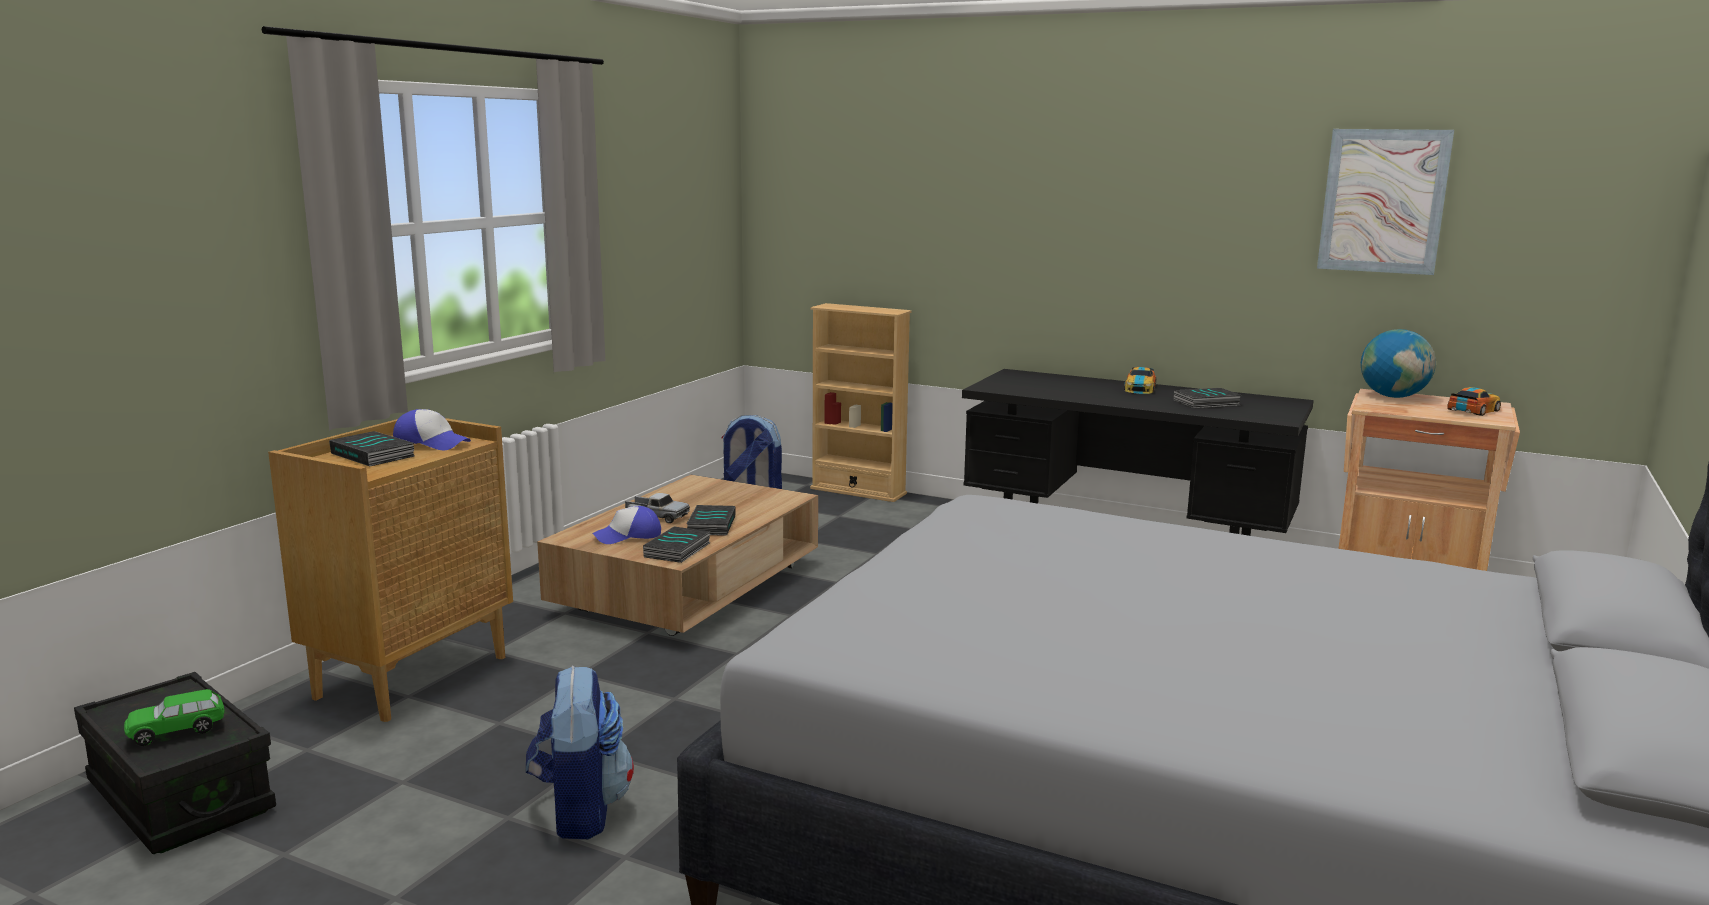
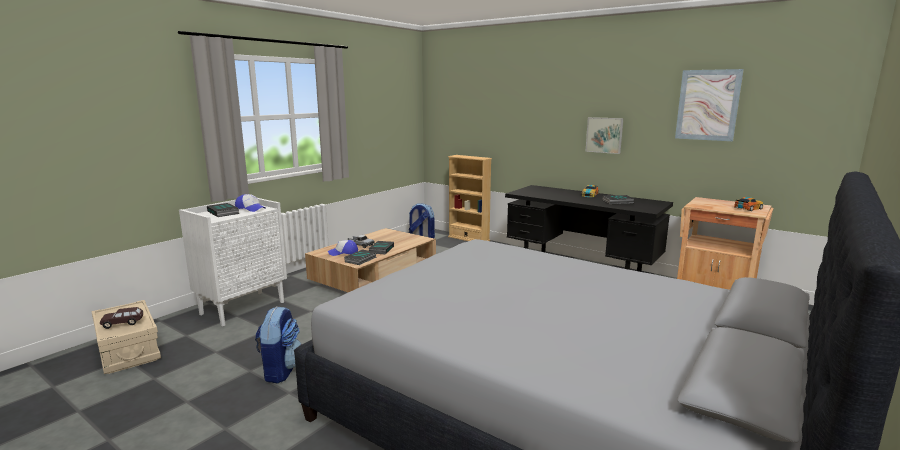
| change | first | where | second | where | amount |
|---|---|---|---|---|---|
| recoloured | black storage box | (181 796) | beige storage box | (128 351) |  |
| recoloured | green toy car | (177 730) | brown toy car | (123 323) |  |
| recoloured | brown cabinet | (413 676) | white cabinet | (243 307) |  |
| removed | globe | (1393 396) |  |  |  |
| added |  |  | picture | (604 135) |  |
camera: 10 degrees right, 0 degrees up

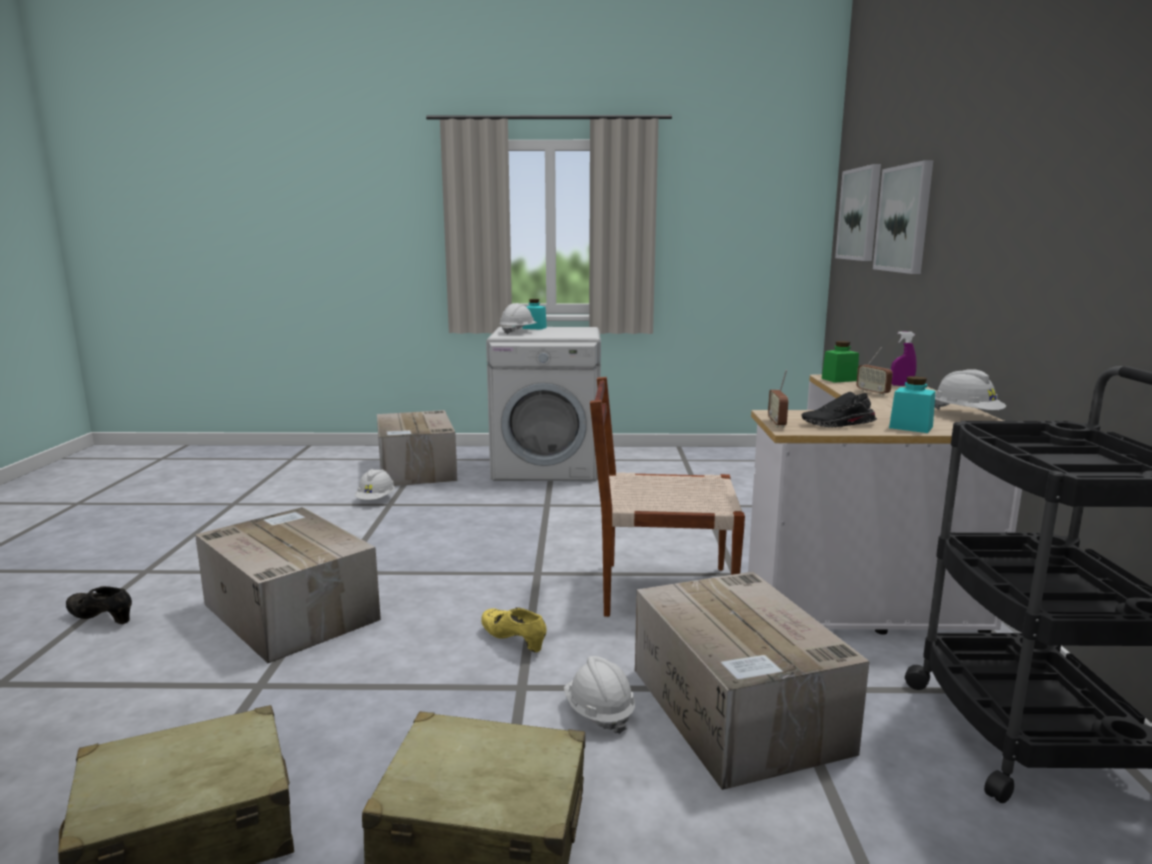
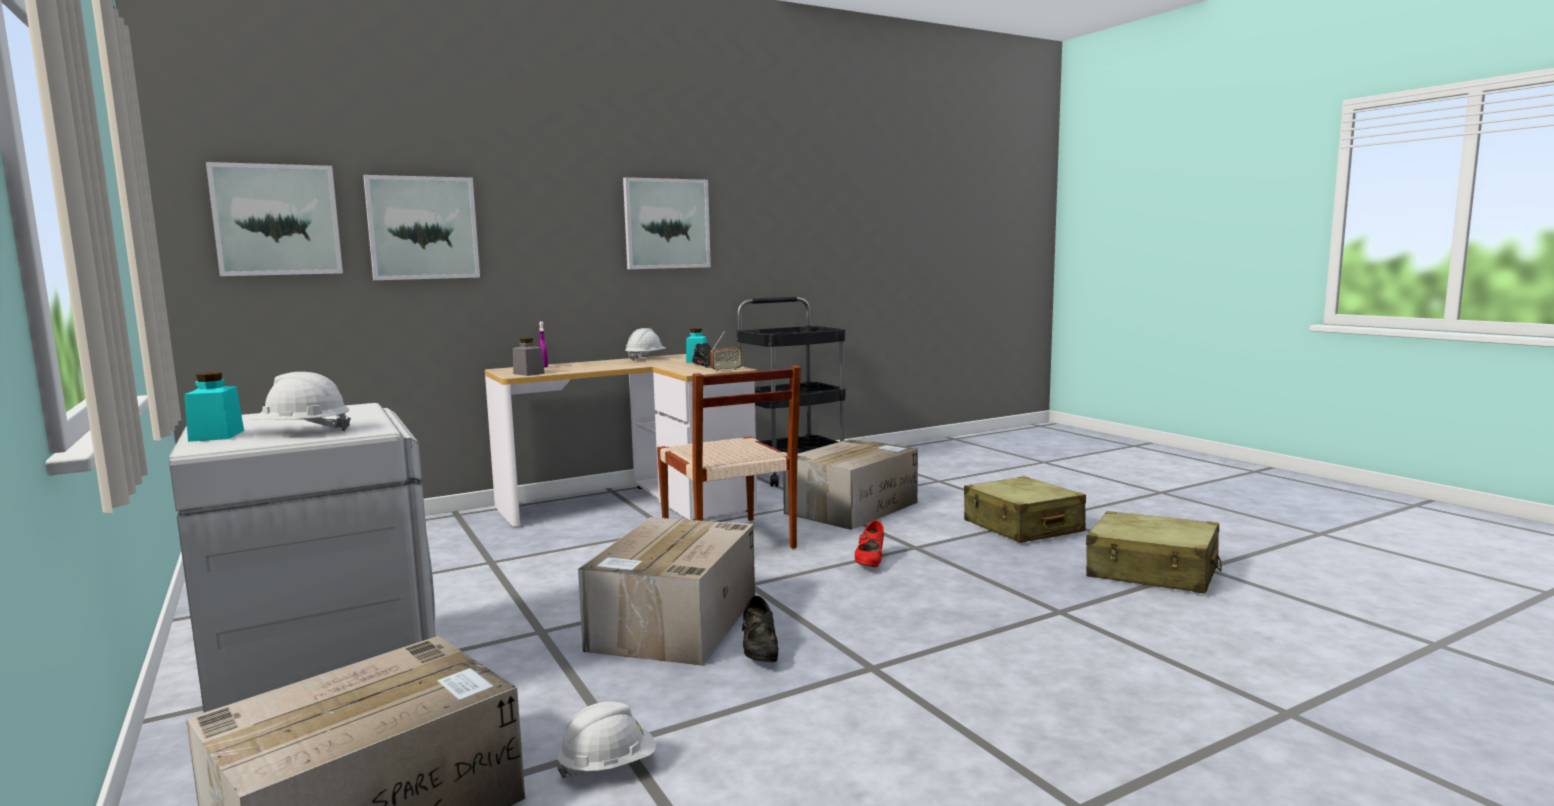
| change | first | where | second | where | amount |
|---|---|---|---|---|---|
| moved | black shoe | (102 618) |  | (759 653) |  |
| moved | cardboard box | (289 611) |  | (674 623) |  |
| recoloured | yellow shoe | (514 641) | red shoe | (870 562) |  |
| removed | white hard hat | (599 713) |  |  |  |
| recoloured | green jar | (839 379) | grey jar | (528 373) |  |
| removed | radio | (873 393) |  |  |  |
| added |  |  | picture | (666 224) |  |
camera: 120 degrees left, 5 degrees down

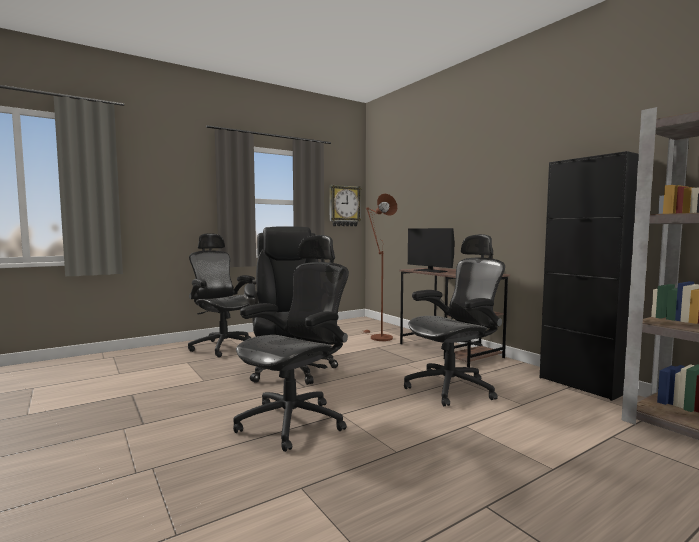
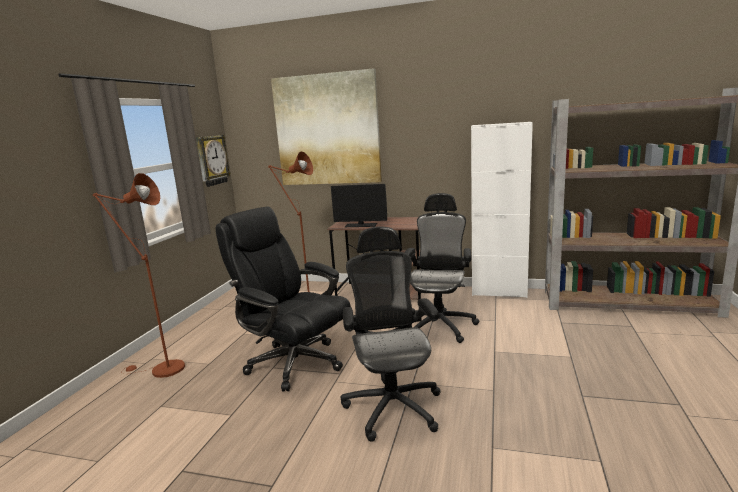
| change | first | where | second | where | amount |
|---|---|---|---|---|---|
| replaced | office chair | (223 346) | brown floor lamp | (162 370) |  |
| recoloured | black cabinet | (581 385) | white cabinet | (499 292) |  |
| added |  |  | picture | (327 130) |  |
camera: 40 degrees left, 10 degrees up

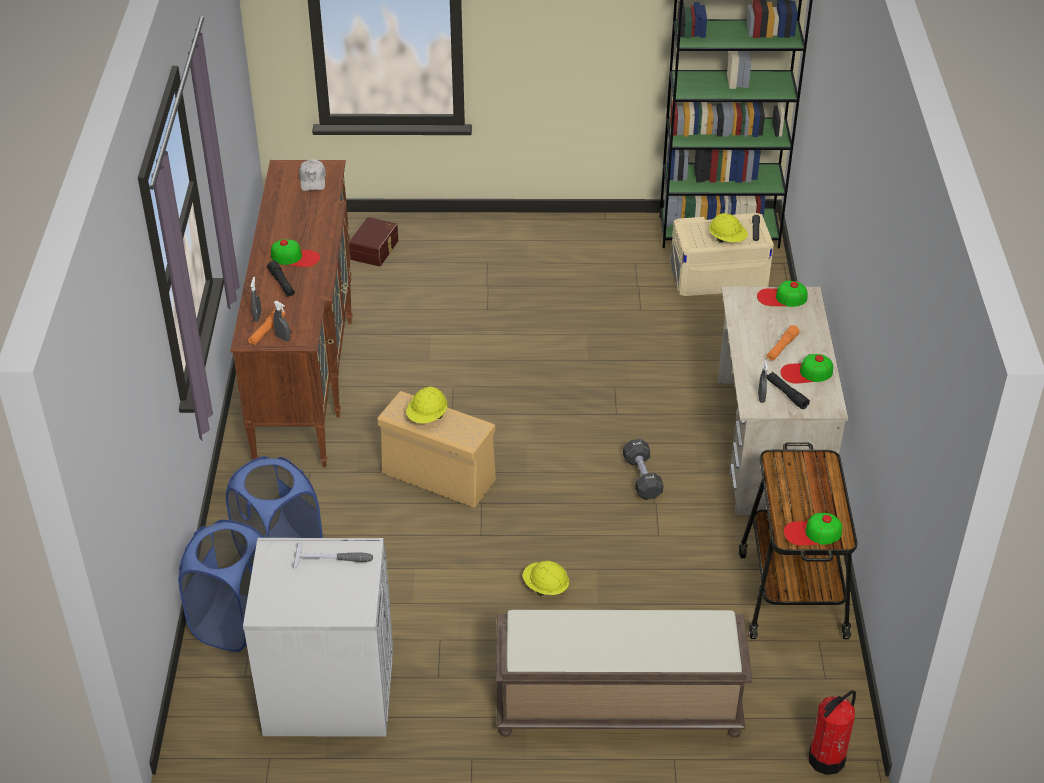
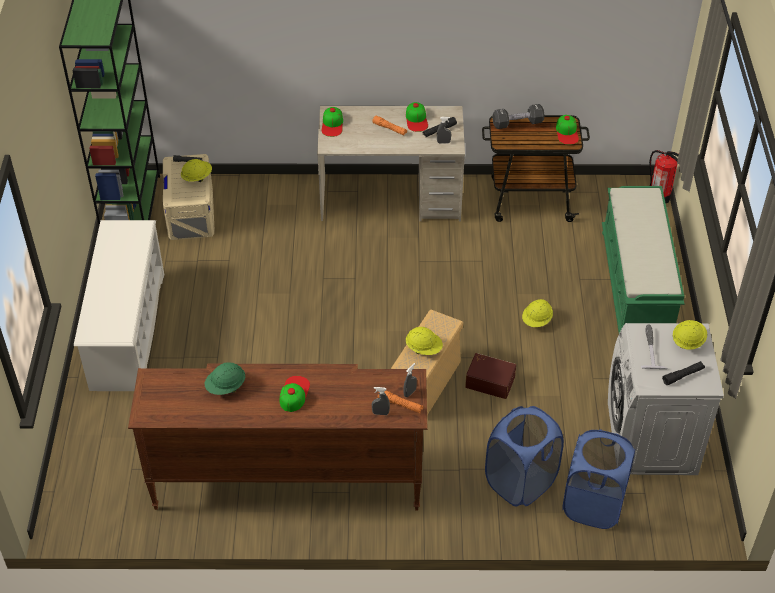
| change | first | where | second | where | amount |
|---|---|---|---|---|---|
| moved | black flashlight | (282 283) |  | (683 376) |  |
| removed | white cap | (313 180) |  |  |  |
| moved | brown storage box | (375 250) |  | (490 381) |  |
| recoloured | brown bench | (617 707) | green bench | (637 287) |  |
| moved | black dumbbell | (642 478) |  | (517 123) |  |
| added |  |  | white shoe rack | (127 331) |  |
| added |  |  | green hard hat | (226 387) |  |
| added |  |  | yellow hard hat | (687 341) |  |
camera: 90 degrees left, 5 degrees up

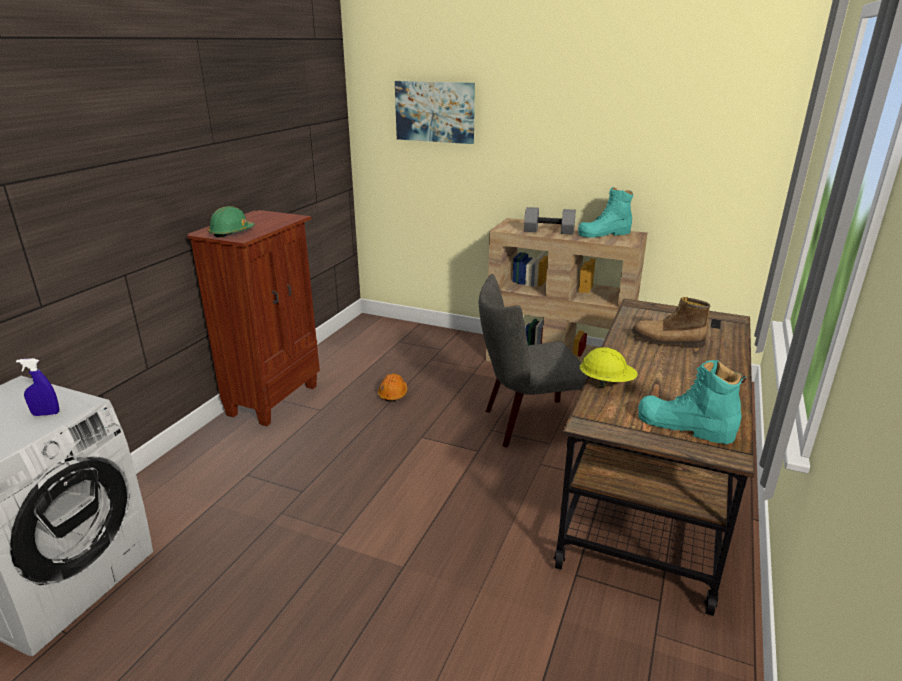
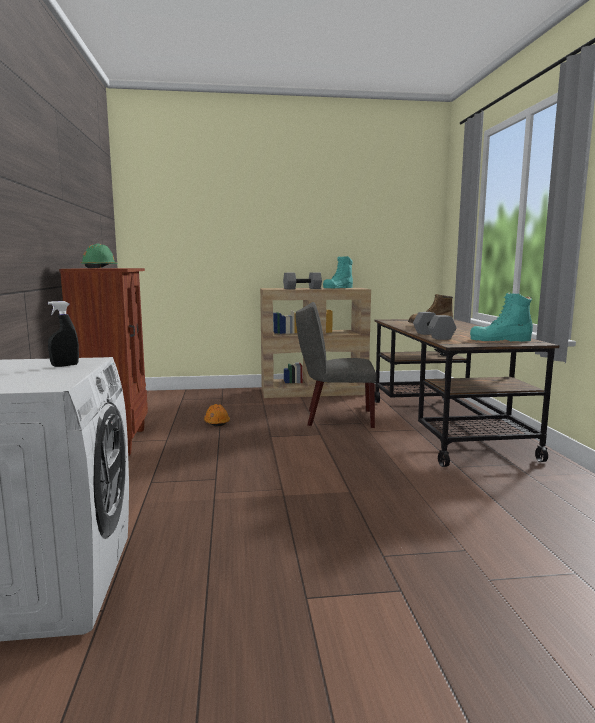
| change | first | where | second | where | amount |
|---|---|---|---|---|---|
| recoloured | blue spray bottle | (46 414) | black spray bottle | (65 365) |  |
| removed | picture | (435 111) |  |  |  |
| turned | grey chair | (526 424) |  | (334 418) | 45 degrees clockwise |
| replaced | yellow hard hat | (606 383) | grey dumbbell | (432 336) |  |
camera: 30 degrees left, 15 degrees down

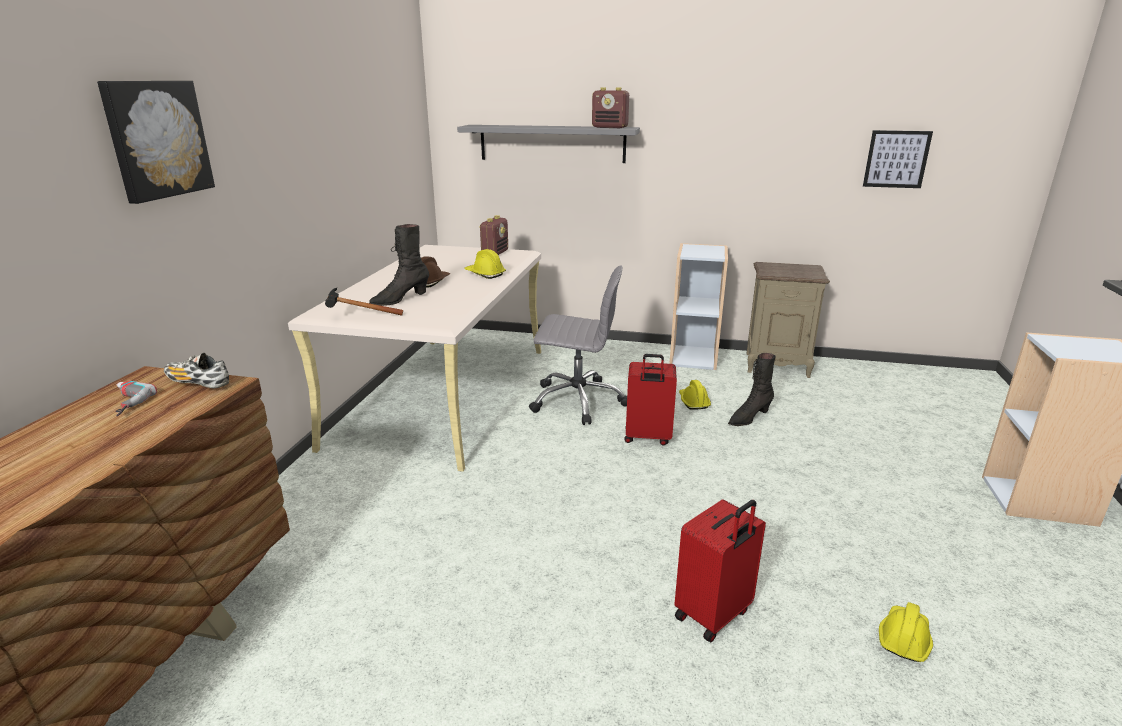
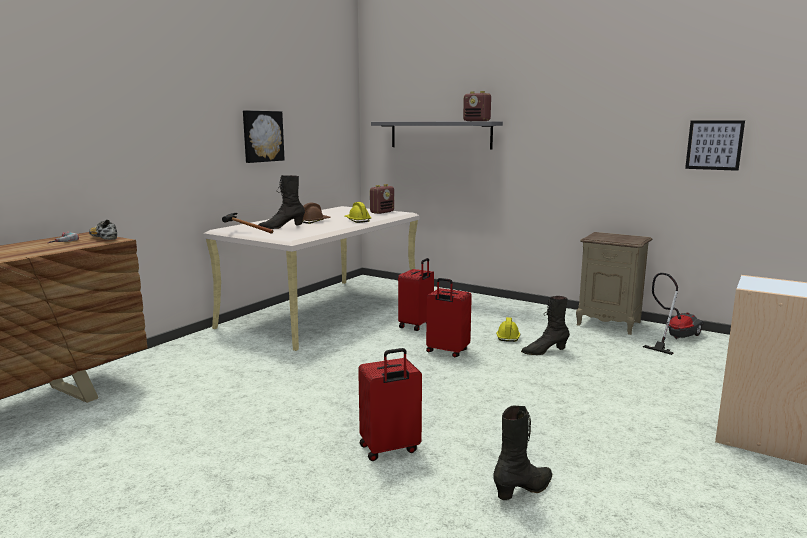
| change | first | where | second | where | amount |
|---|---|---|---|---|---|
| moved | picture | (157 139) |  | (262 136) |  |
| replaced | grey office chair | (578 401) | red suitcase | (416 325) |  |
| removed | bookcase | (694 357) |  |  |  |
| replaced | yellow hard hat | (904 638) | black boot | (524 490) |  |
| added |  |  | vacuum cleaner | (673 338) |  |
camera: 20 degrees right, 10 degrees down

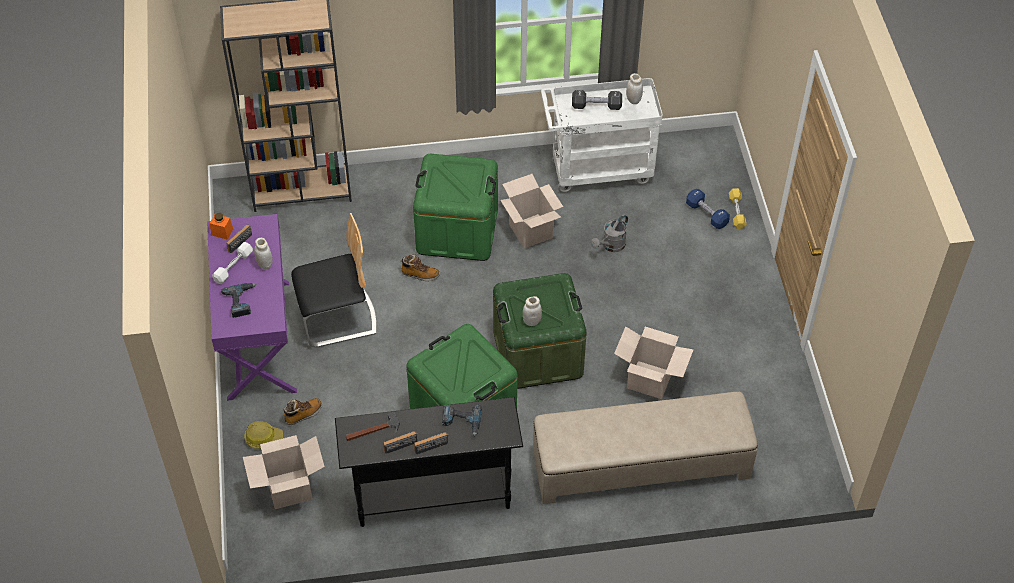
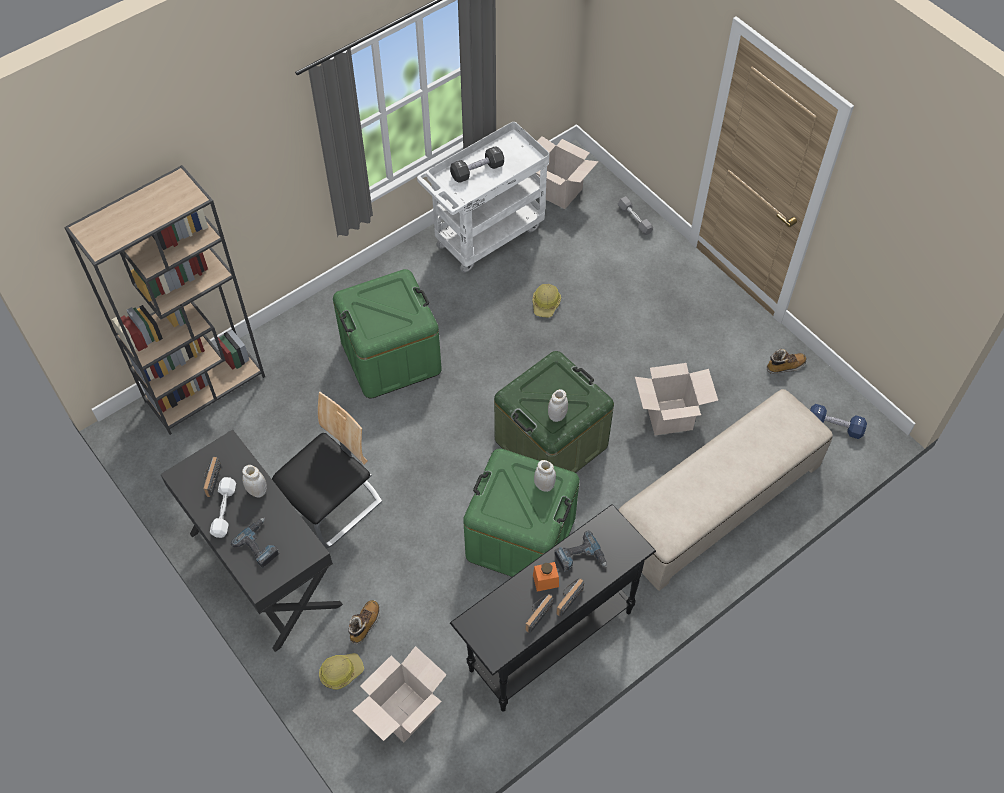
| change | first | where | second | where | amount |
|---|---|---|---|---|---|
| recoloured | purple desk | (257 339) | black desk | (263 569) |  |
| moved | orange jar | (222 232) |  | (545 581) |  |
| removed | hammer | (372 431) |  |  |  |
| moved | boot | (420 274) |  | (785 366) |  |
| moved | cardboard box | (531 231) |  | (559 191) |  |
| replaced | grey watering can | (611 246) | hard hat | (546 304) |  |
| moved | white jar | (633 100) |  | (544 485) |  |
| moved | blue dumbbell | (706 214) |  | (834 426) |  |
| recoloured | yellow dumbbell | (736 212) | grey dumbbell | (634 219) |  |
camera: 30 degrees left, 5 degrees up

